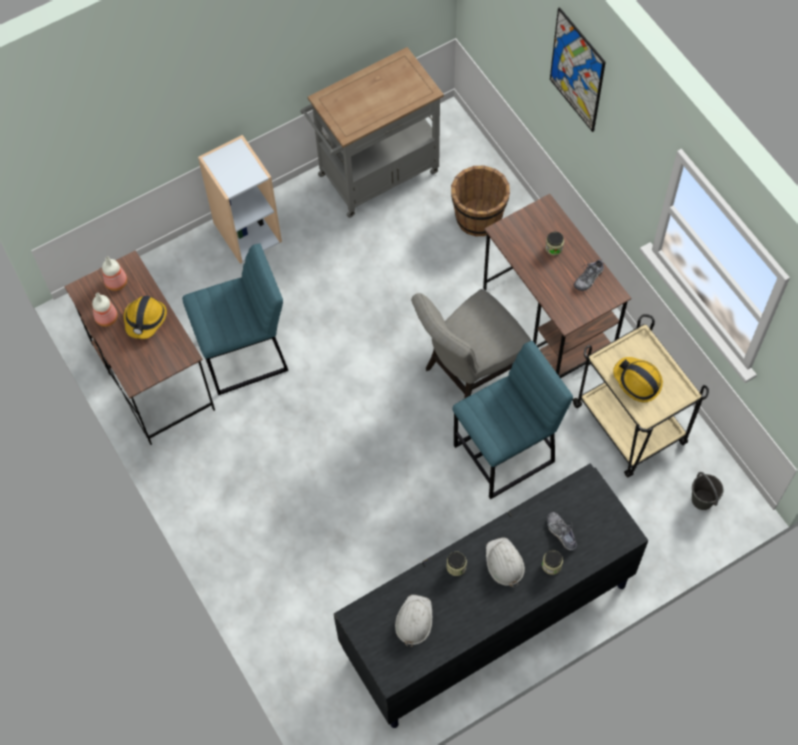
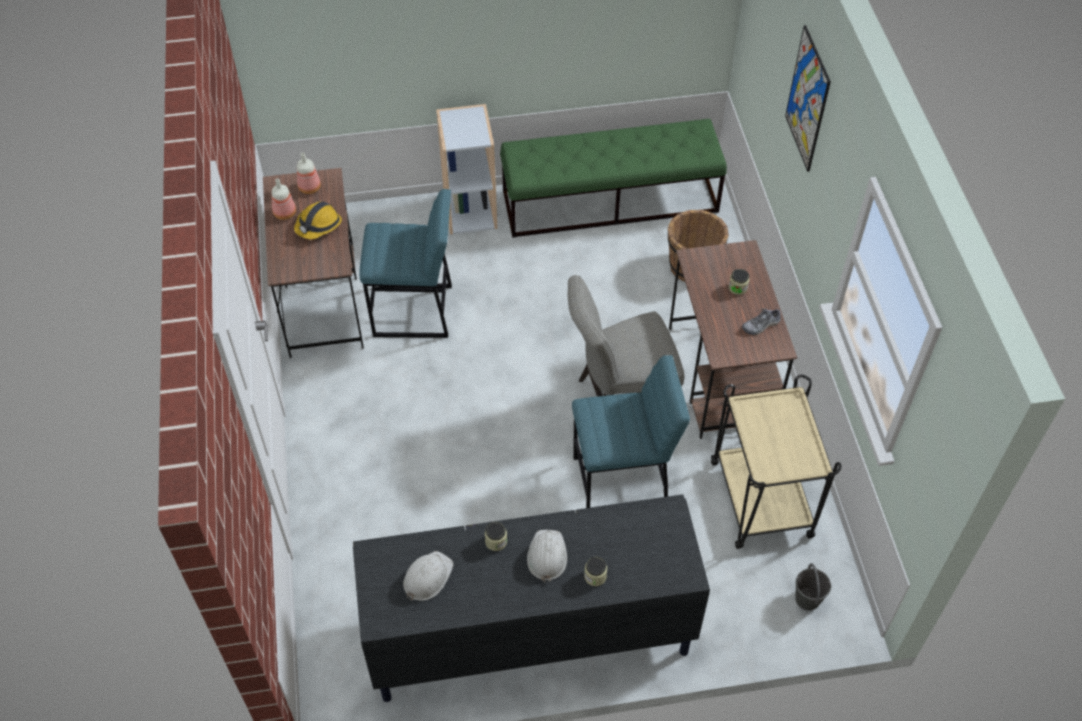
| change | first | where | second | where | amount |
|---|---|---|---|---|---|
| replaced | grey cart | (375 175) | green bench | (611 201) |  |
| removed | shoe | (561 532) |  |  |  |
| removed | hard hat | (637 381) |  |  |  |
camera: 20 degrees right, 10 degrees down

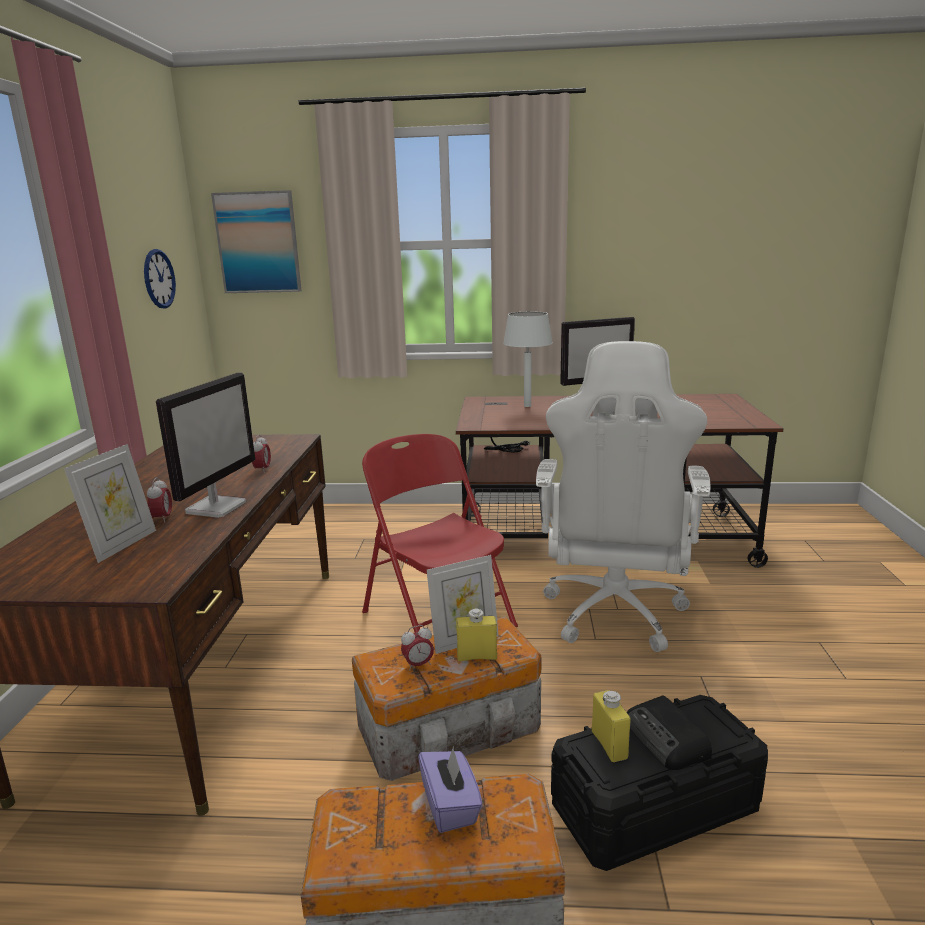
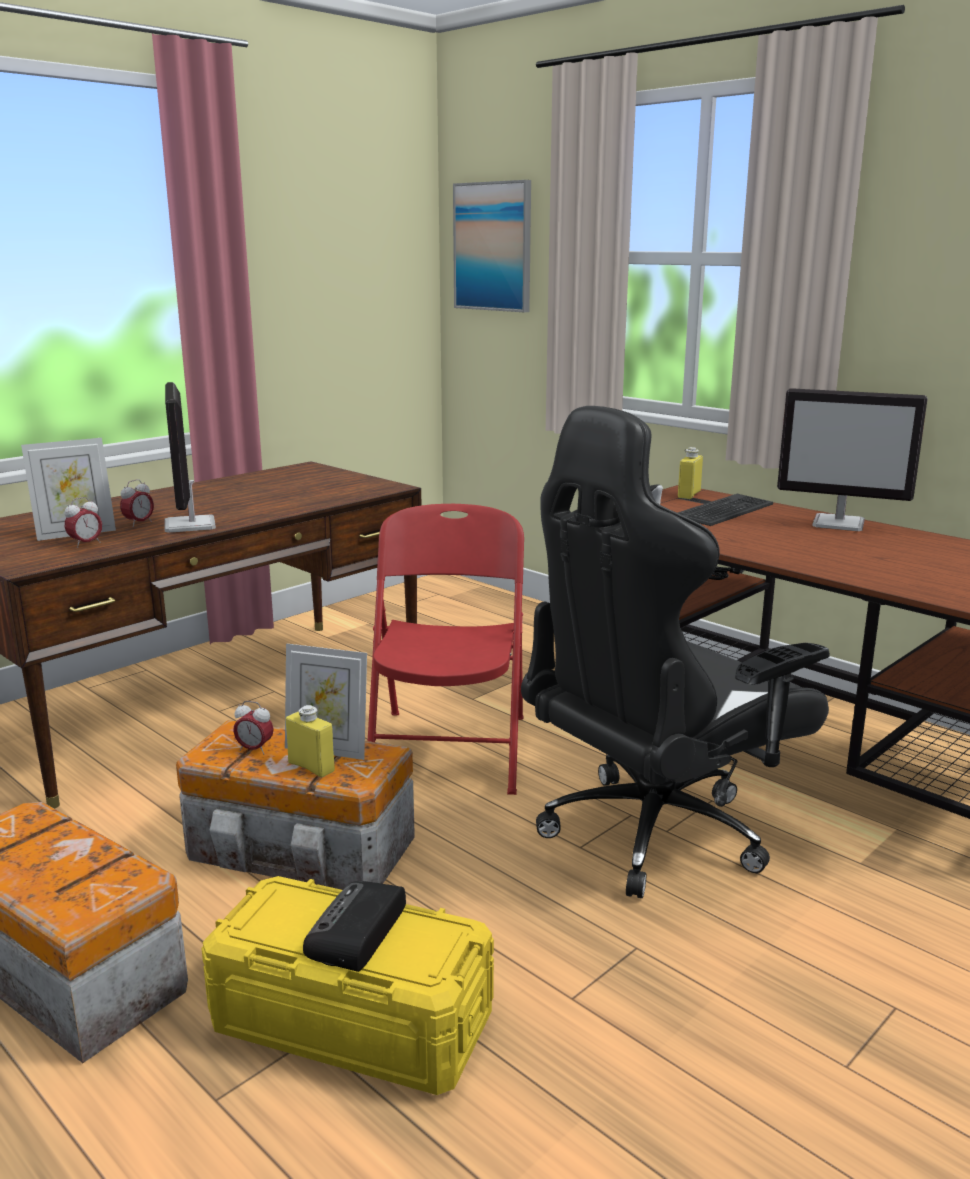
| change | first | where | second | where | amount |
|---|---|---|---|---|---|
| removed | wall clock | (159 279) |  |  |  |
| turned | monitor | (216 507) |  | (190 525) | 105 degrees clockwise |
| moved | alarm clock | (262 470) |  | (86 544) |  |
| removed | purple tissue box | (450 806) |  |  |  |
| replaced | white table lamp | (527 406) | keyboard | (725 511) |  |
| recoloured | white office chair | (613 608) | black office chair | (662 828) |  |
| recoloured | black storage box | (655 807) | yellow storage box | (352 1022) |  |
| moved | yellow bottle | (609 745) |  | (689 495) |  |
camera: 40 degrees right, 0 degrees up

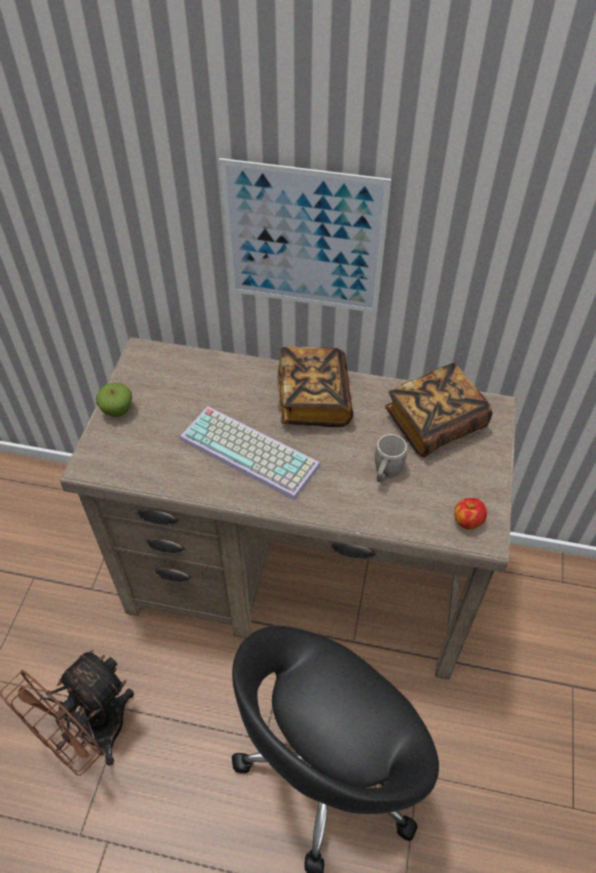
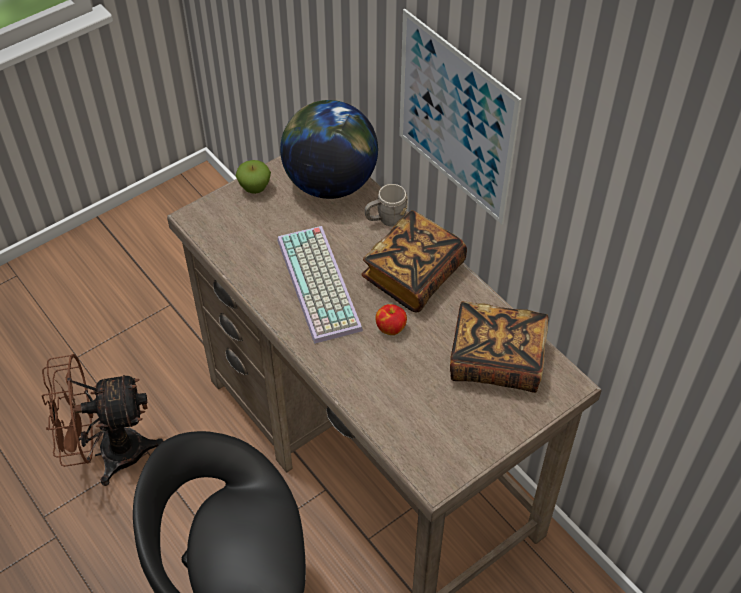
| change | first | where | second | where | amount |
|---|---|---|---|---|---|
| moved | grey mug | (386 472) |  | (386 219) |  |
| moved | apple | (467 521) |  | (390 328) |  |
| added |  |  | globe | (330 183) |  |
camera: 40 degrees right, 0 degrees up

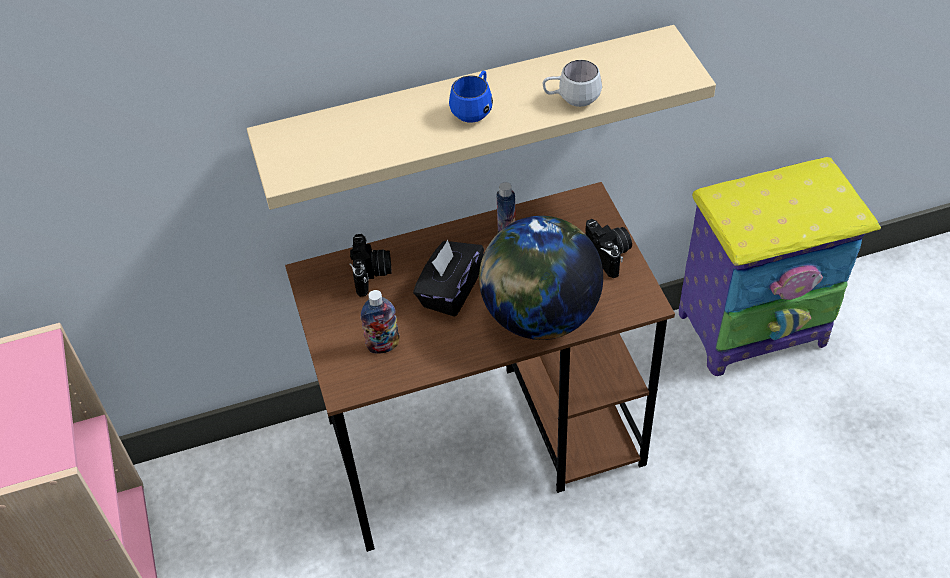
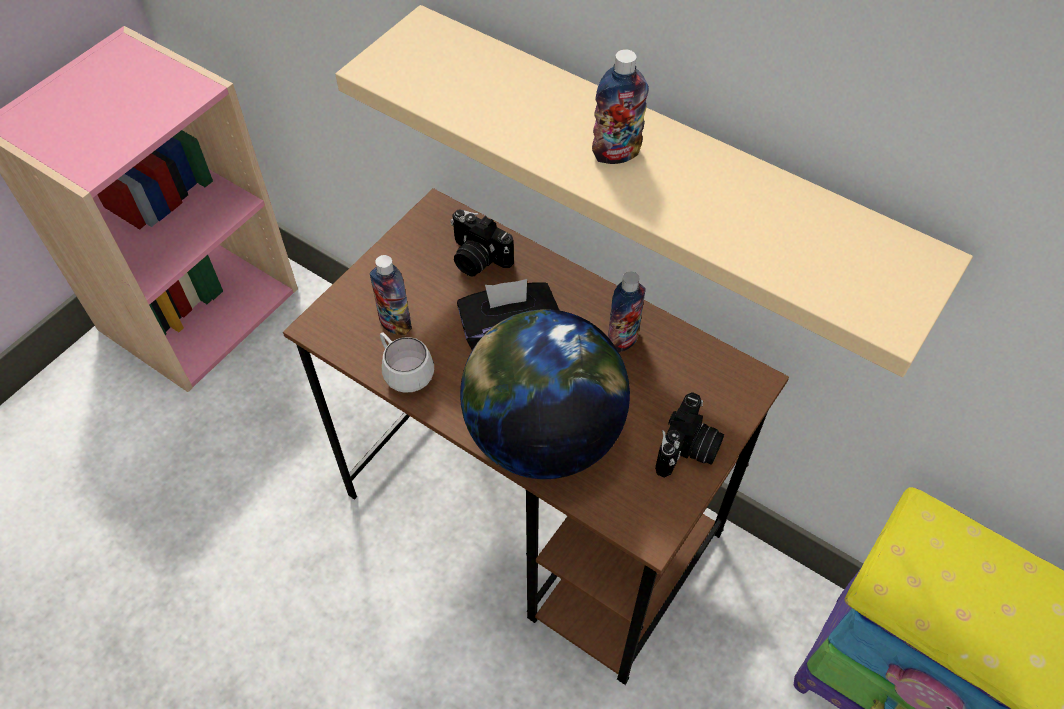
| change | first | where | second | where | amount |
|---|---|---|---|---|---|
| turned | photo camera | (372 274) |  | (477 259) | 75 degrees clockwise |
| replaced | blue mug | (474 109) | bottle | (616 154) |  |
| moved | white mug | (571 99) |  | (404 372) |  |
camera: 50 degrees right, 5 degrees up

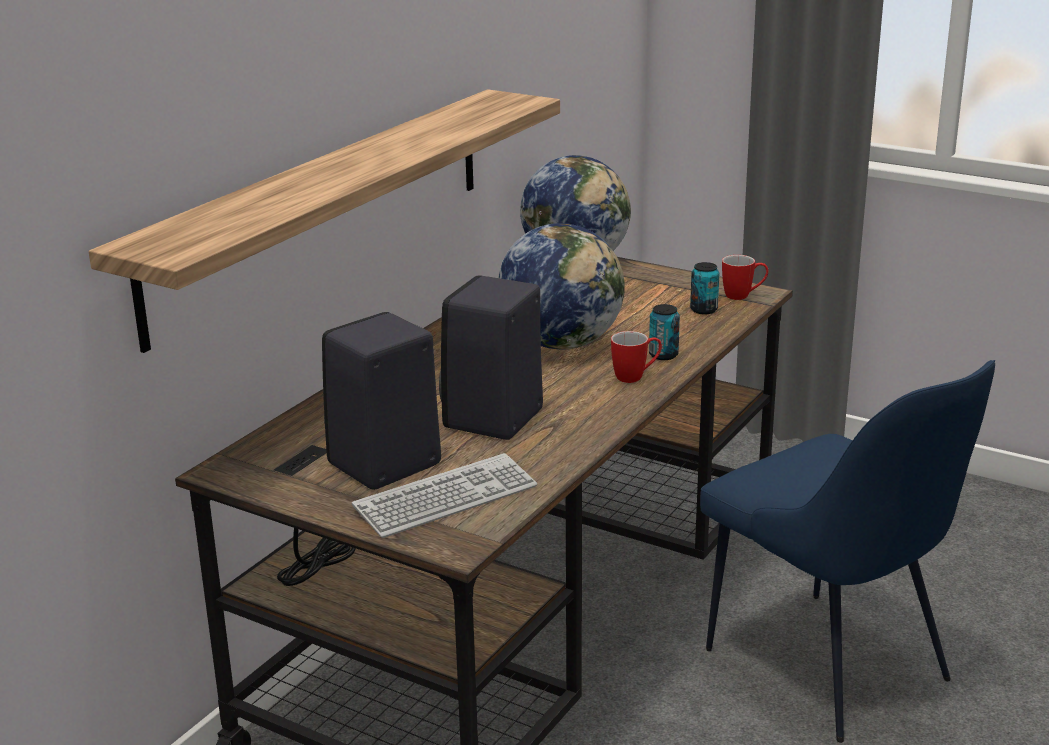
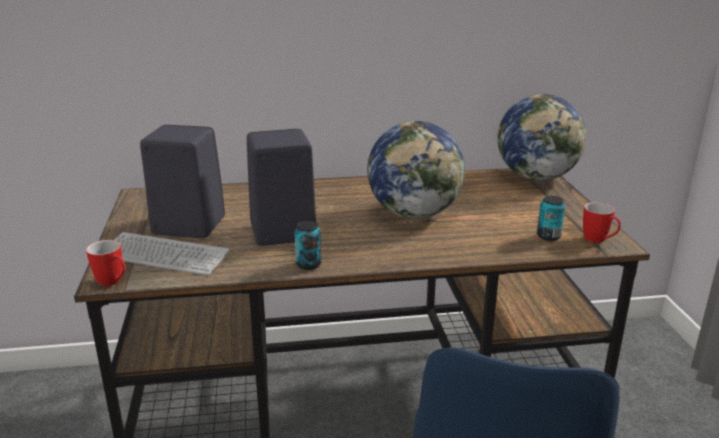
| change | first | where | second | where | amount |
|---|---|---|---|---|---|
| removed | shelf | (324 208) |  |  |  |
| moved | mug | (636 377) |  | (113 282) |  |
| moved | can | (663 355) |  | (308 264) |  |
camera: 50 degrees right, 0 degrees up

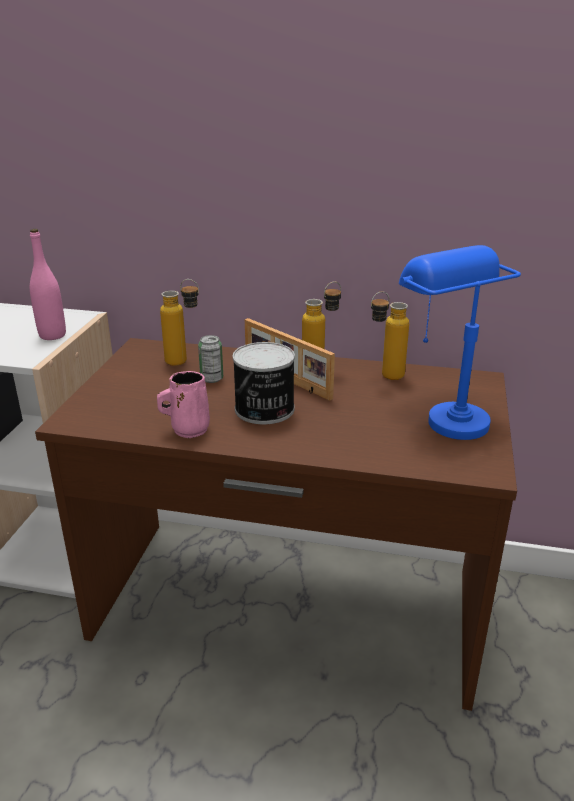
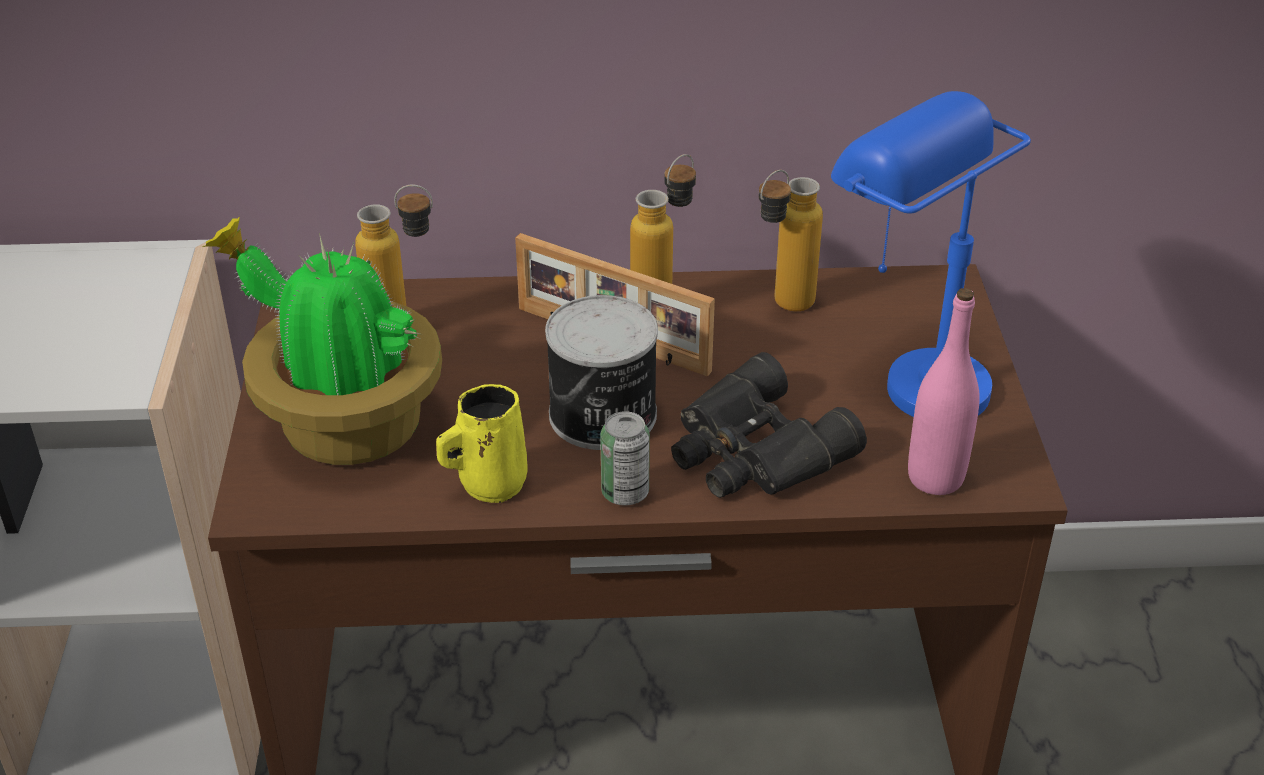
| change | first | where | second | where | amount |
|---|---|---|---|---|---|
| moved | pink bottle | (52 335) |  | (935 478) |  |
| recoloured | pink mug | (188 429) | yellow mug | (489 484) |  |
| moved | can | (211 379) |  | (625 493) |  |
| added |  |  | potted plant | (345 425) |  |
| added |  |  | black binoculars | (753 452) |  |
camera: 15 degrees left, 10 degrees up

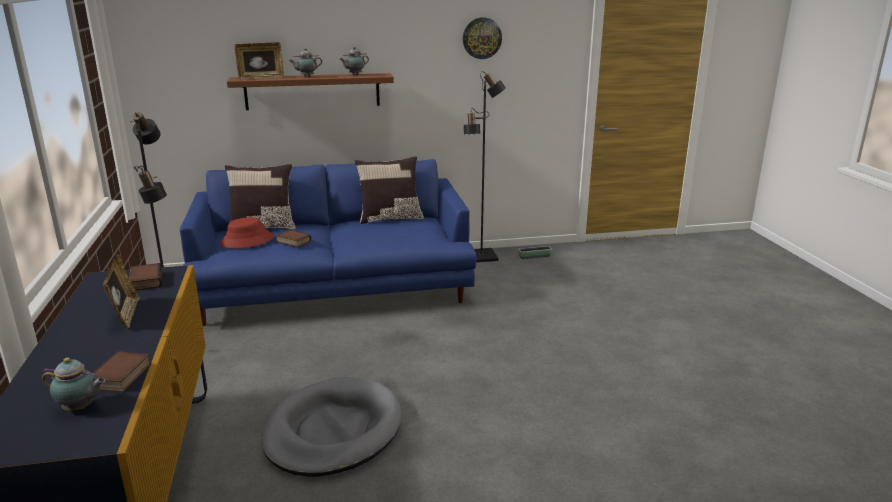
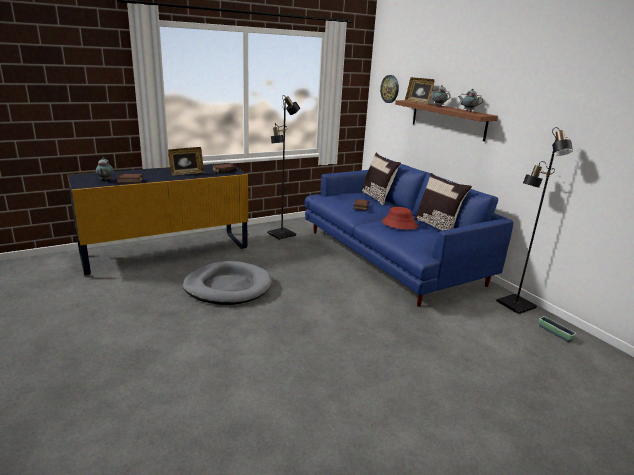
| change | first | where | second | where | amount |
|---|---|---|---|---|---|
| moved | red hat | (247 241) |  | (399 224) |  |
| moved | wall clock | (482 38) |  | (390 89) |  |
camera: 70 degrees right, 0 degrees up

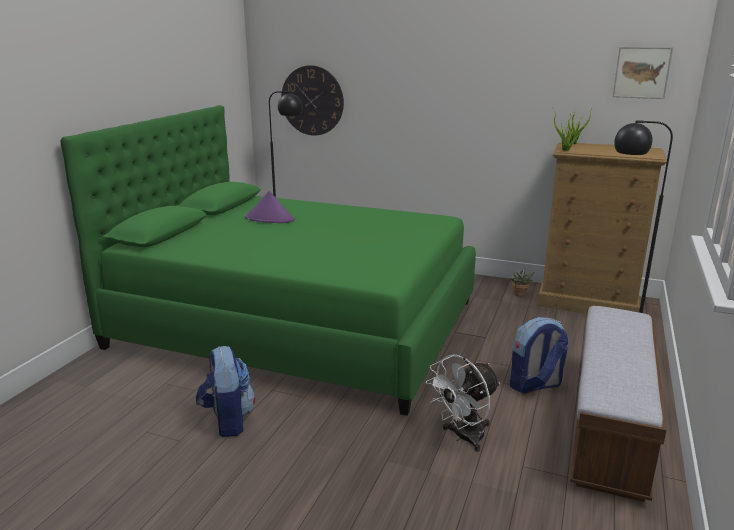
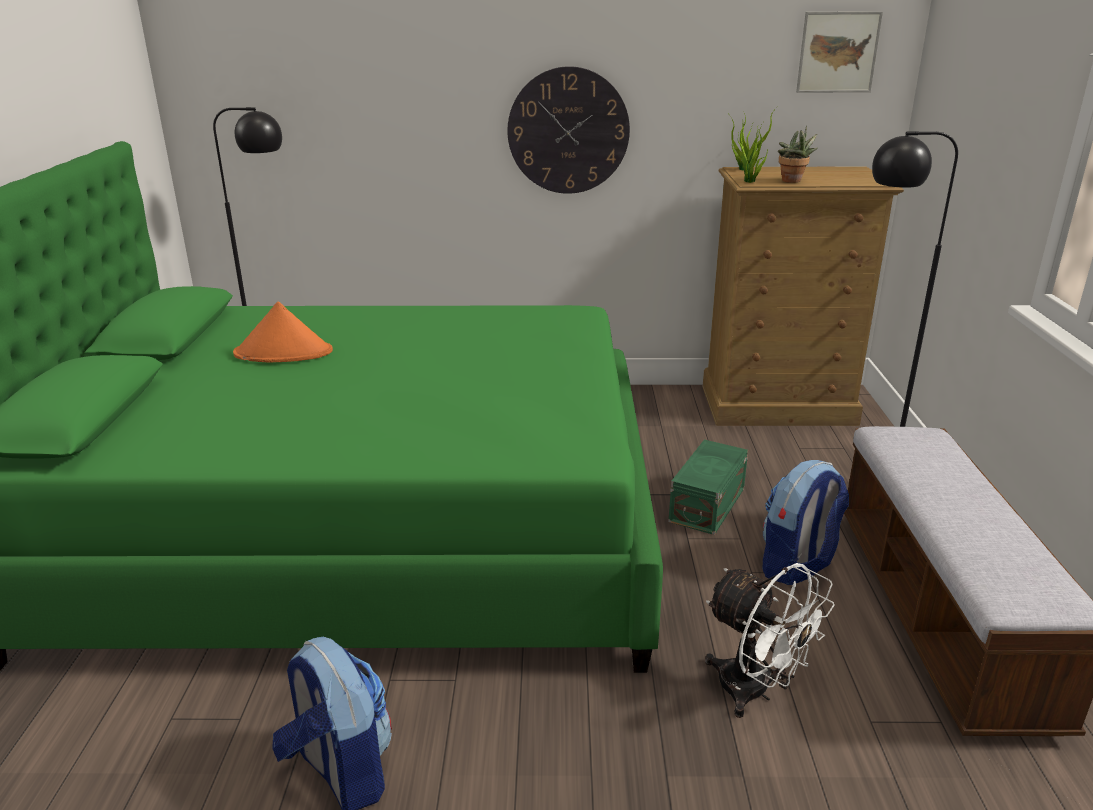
| change | first | where | second | where | amount |
|---|---|---|---|---|---|
| recoloured | purple hat | (270 219) | orange hat | (284 353) |  |
| moved | wall clock | (312 100) |  | (568 131) |  |
| turned | white fan | (463 437) |  | (755 692) | 75 degrees counterclockwise |
| moved | potted plant | (519 295) |  | (793 181) |  |
| added |  |  | green storage box | (709 504) |  |
camera: 20 degrees left, 5 degrees up

